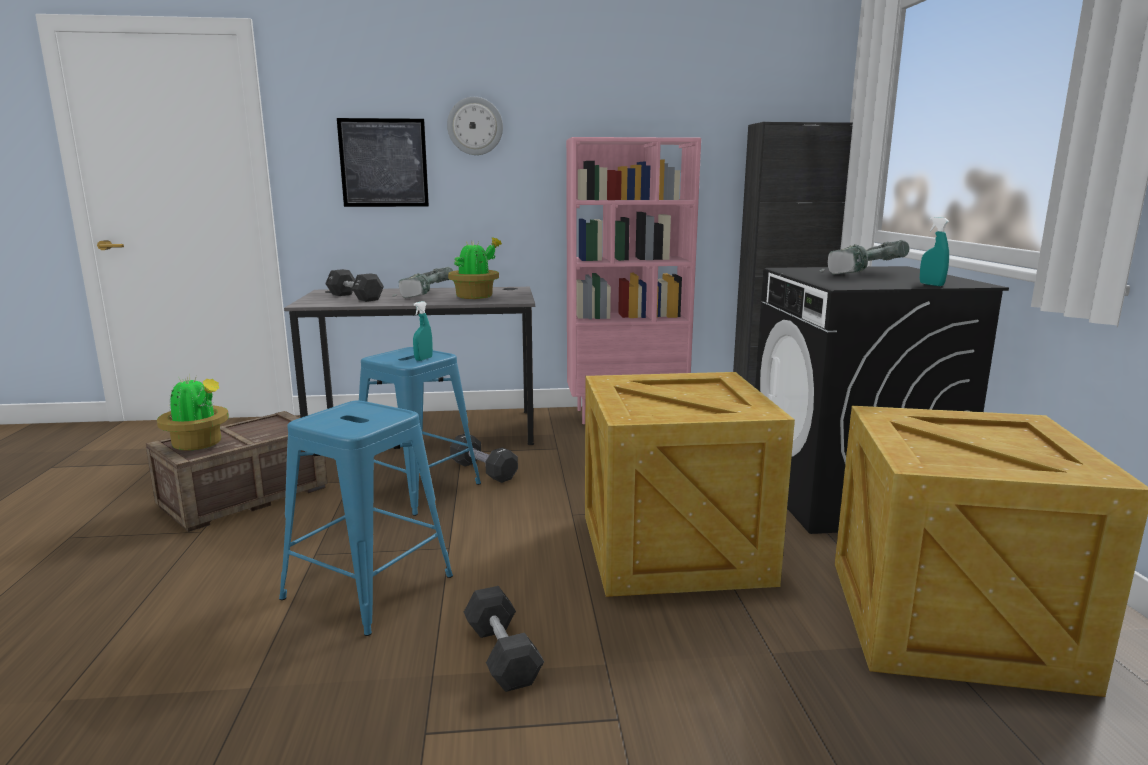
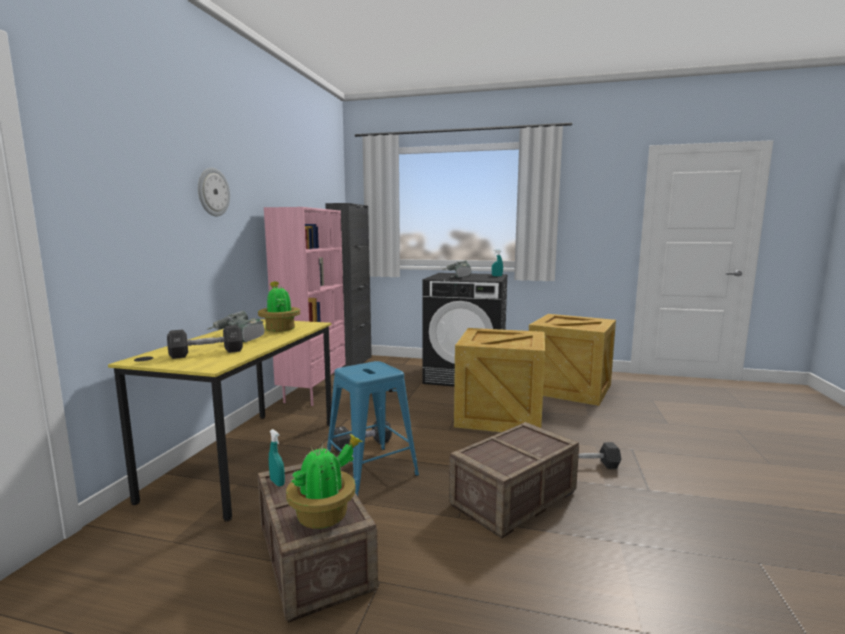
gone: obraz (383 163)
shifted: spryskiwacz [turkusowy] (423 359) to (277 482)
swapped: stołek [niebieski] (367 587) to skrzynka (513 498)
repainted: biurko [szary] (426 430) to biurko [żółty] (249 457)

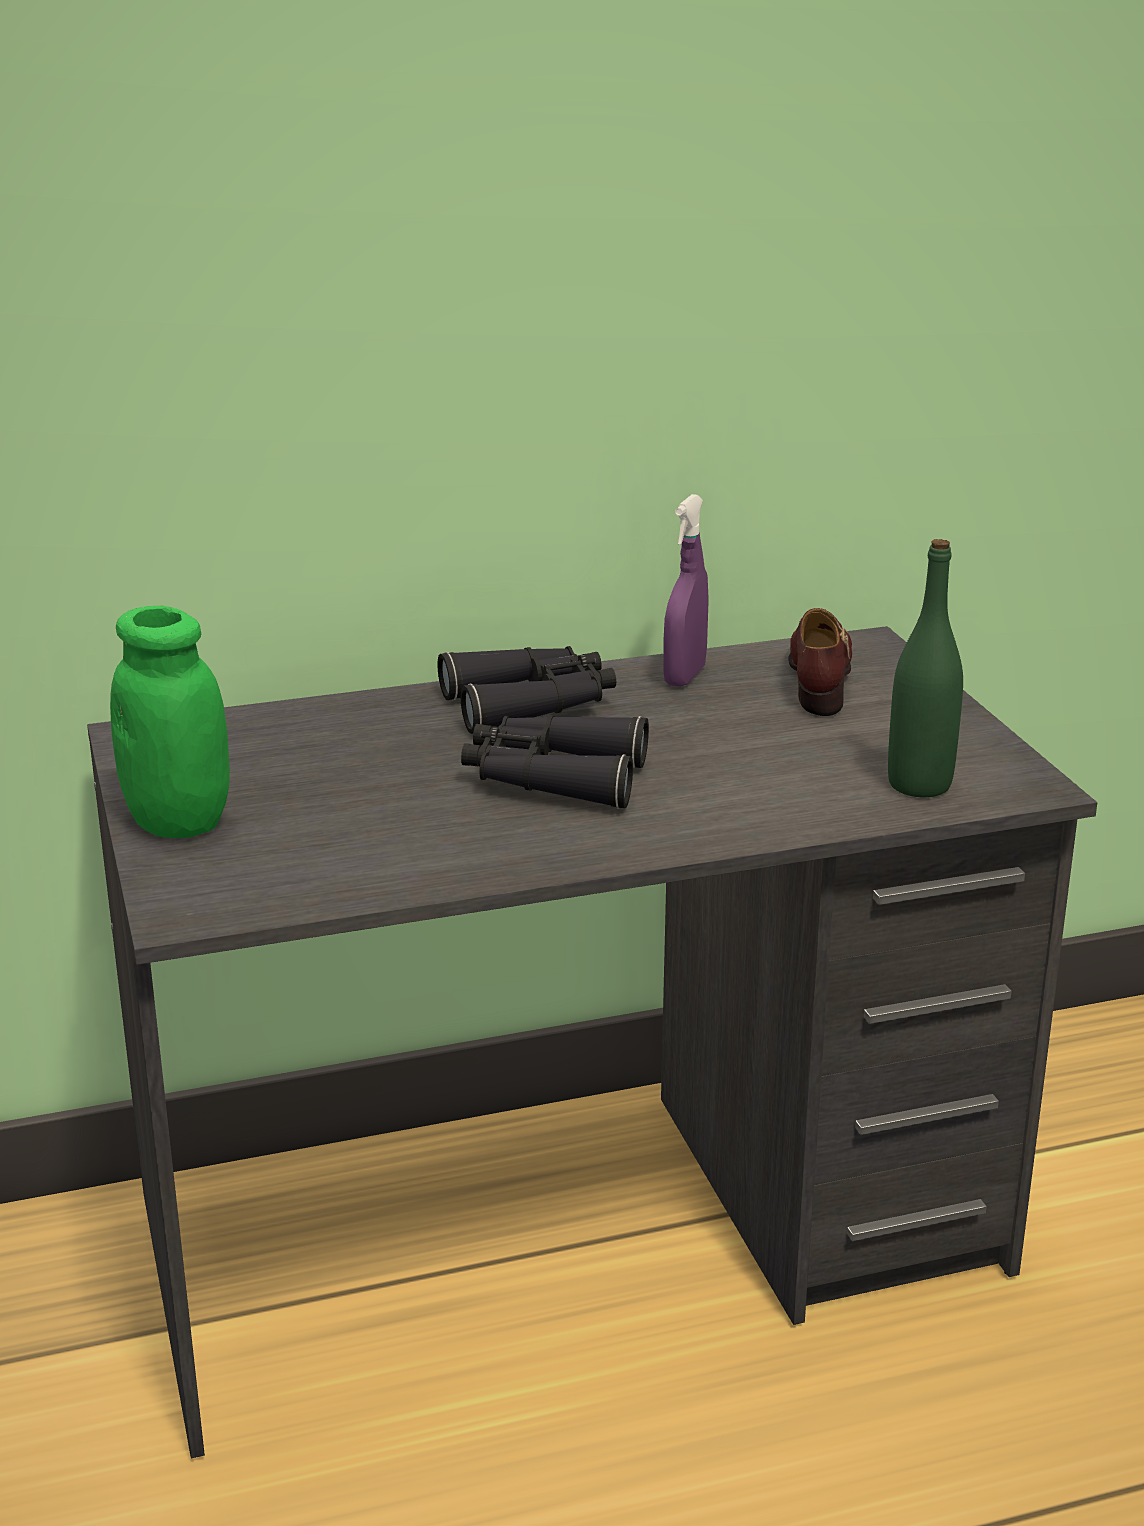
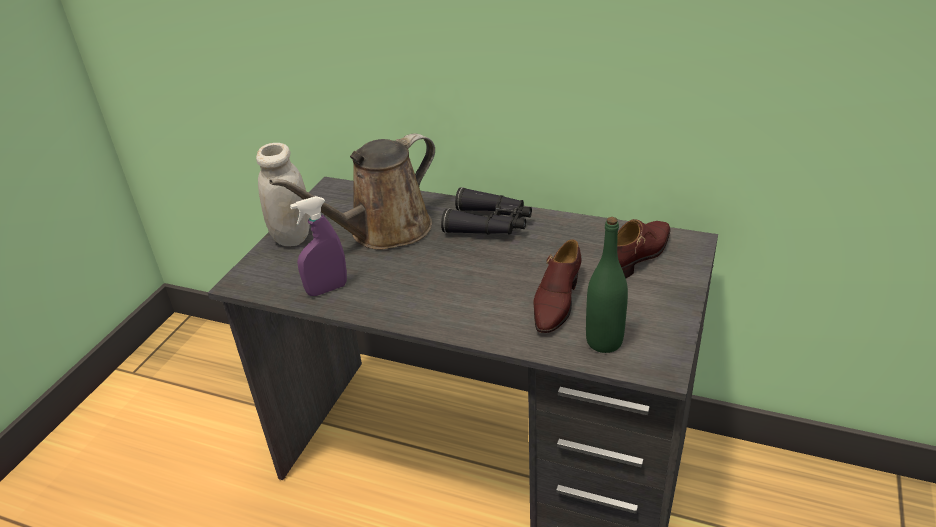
gone: lornetka [czarny] (552 778)
new: konewka [brązowy] (384 231); but [brązowy] (556 301)
shifted: spryskiwacz [fioletowy] (684 676) to (327 289)
repainted: słoik [zielony] (178 822) to słoik [biały] (292 236)

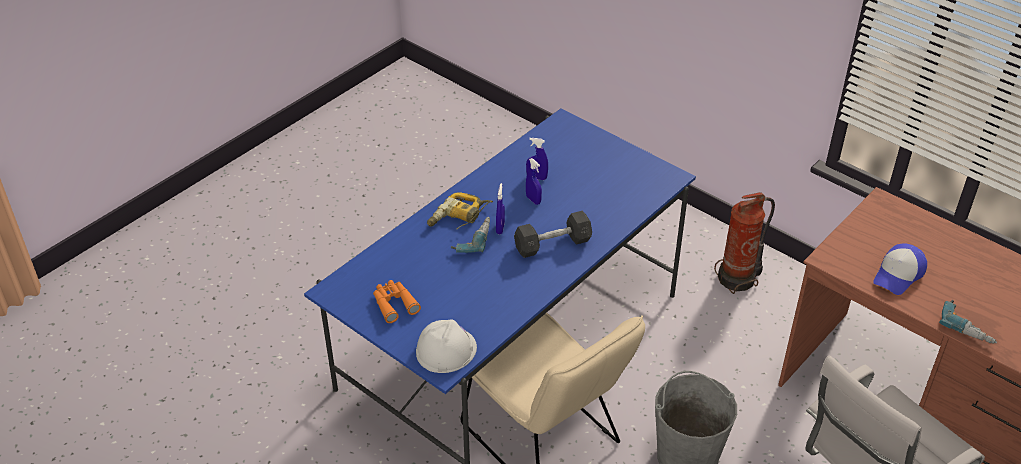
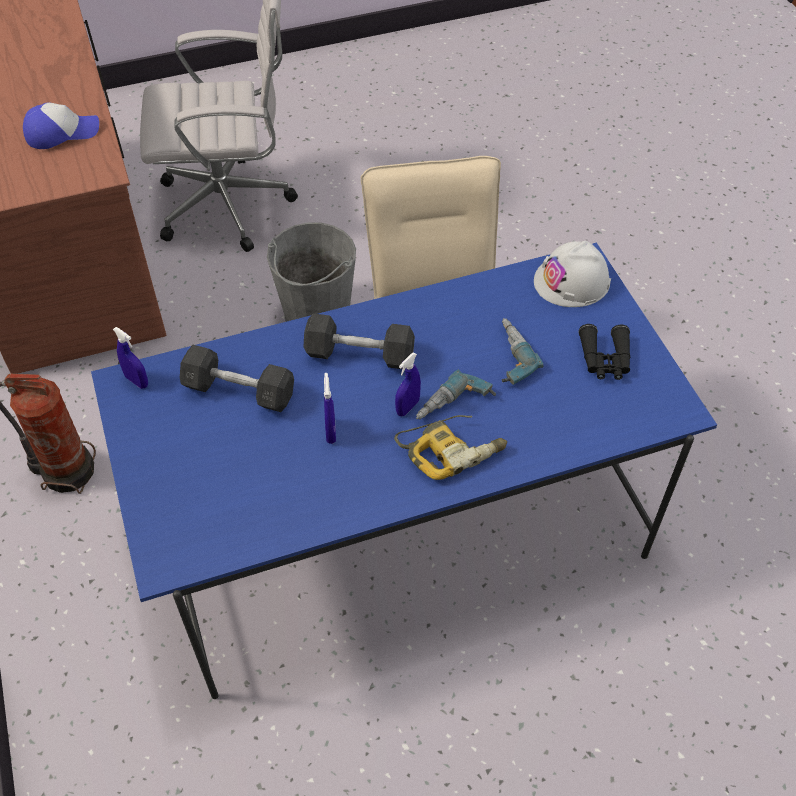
new: hantel [szary] (239 391)
shifted: spryskiwacz [niebieski] (536 178) to (137 381); wiertarka (968 327) to (507 356)
repainted: lornetka [pomarańczowy] (394 304) to lornetka [czarny] (605 359)

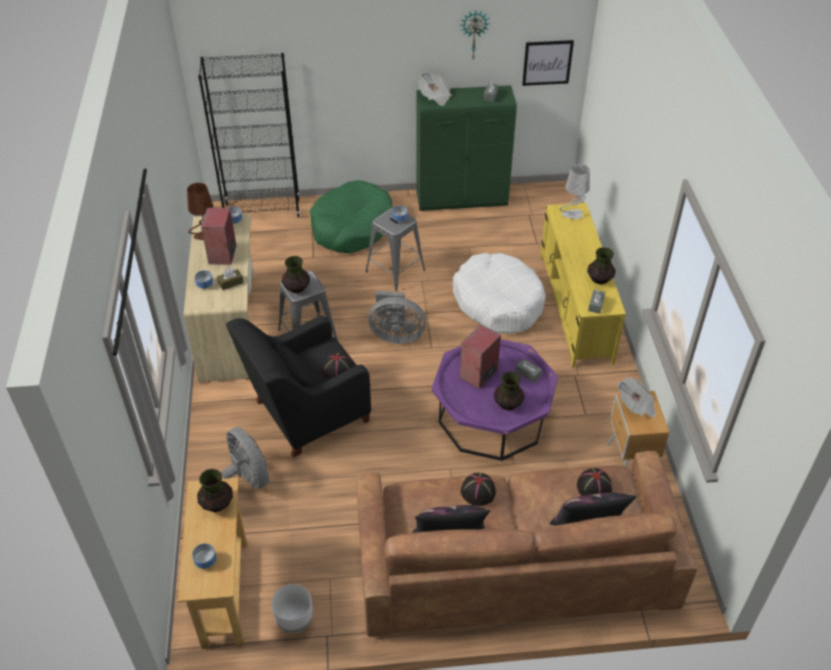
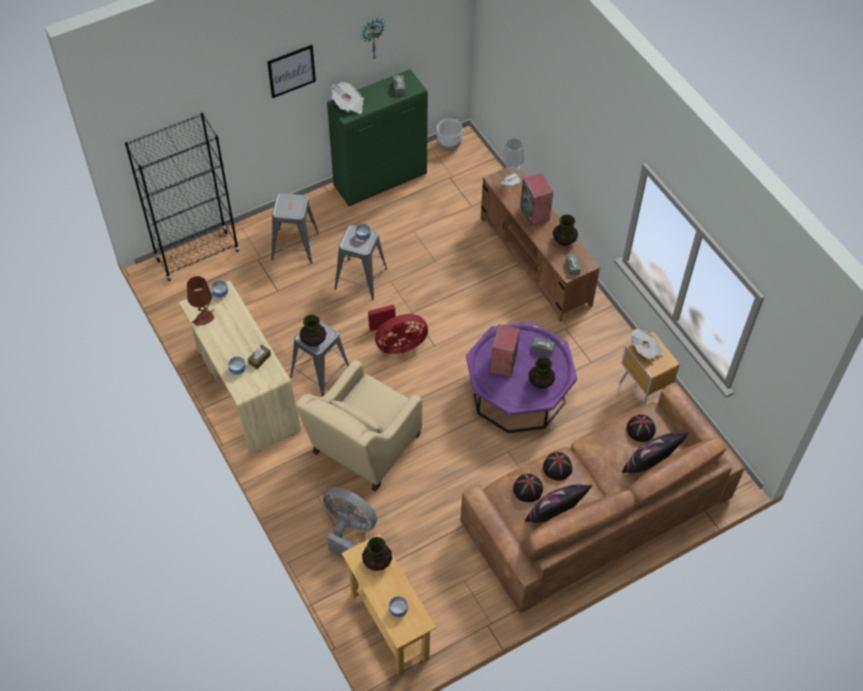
gone: legowisko [biały] (498 302)
shifted: głośnik (223 254) to (535 213); donica [biały] (294 621) to (449 146); kapelusz [czarny] (338 370) to (528 489); obraz (547 62) to (291 71)
swapped: legowisko [zielony] (352 227) to stołek [szary] (295 246)
repainted: fotel [czarny] (306 413) to fotel [beżowy] (363 448); wentylator [szary] (396 335) to wentylator [czerwony] (397 344); szafka pod telewizor [żółty] (575 307) to szafka pod telewizor [brązowy] (535 261)

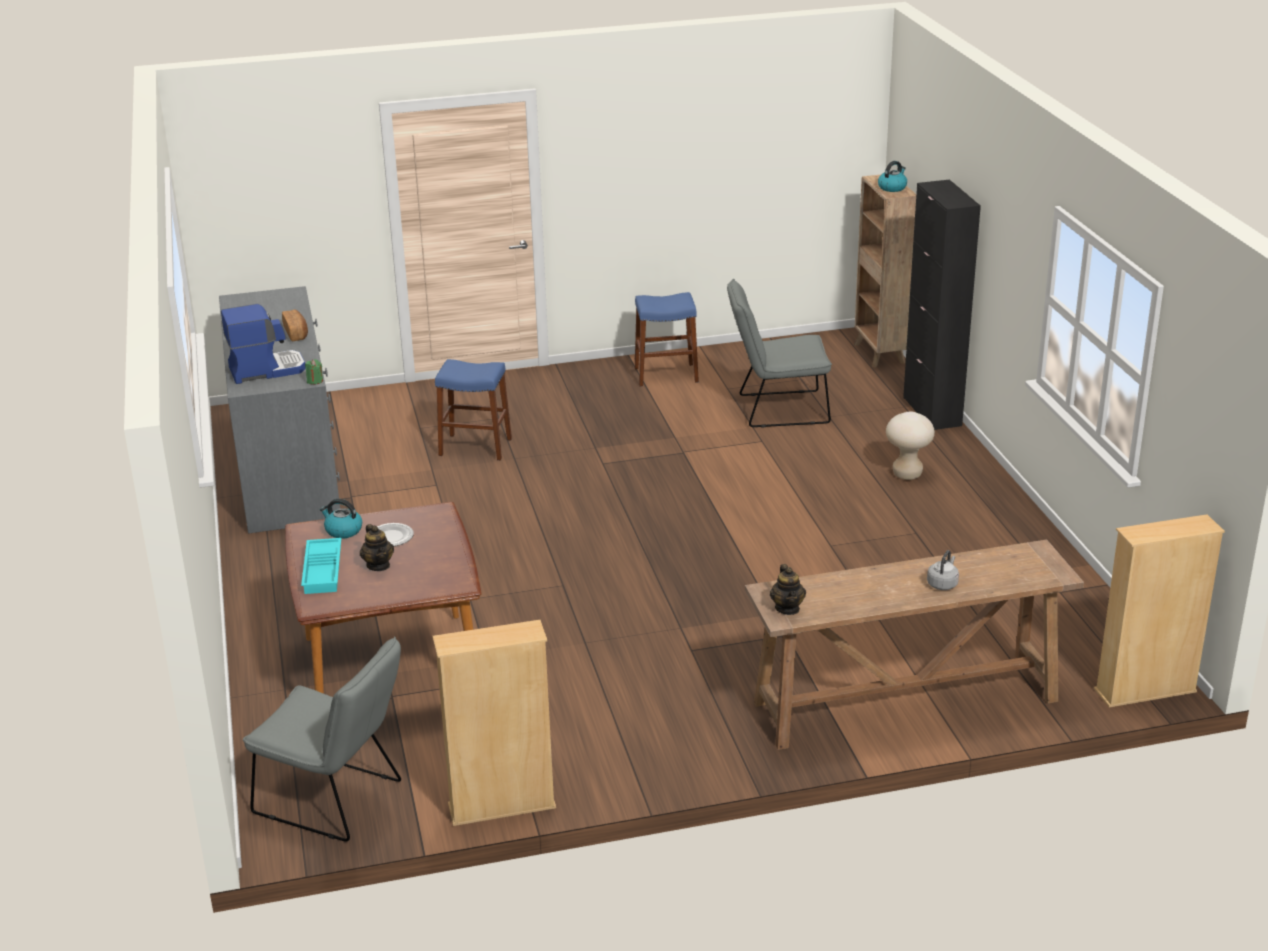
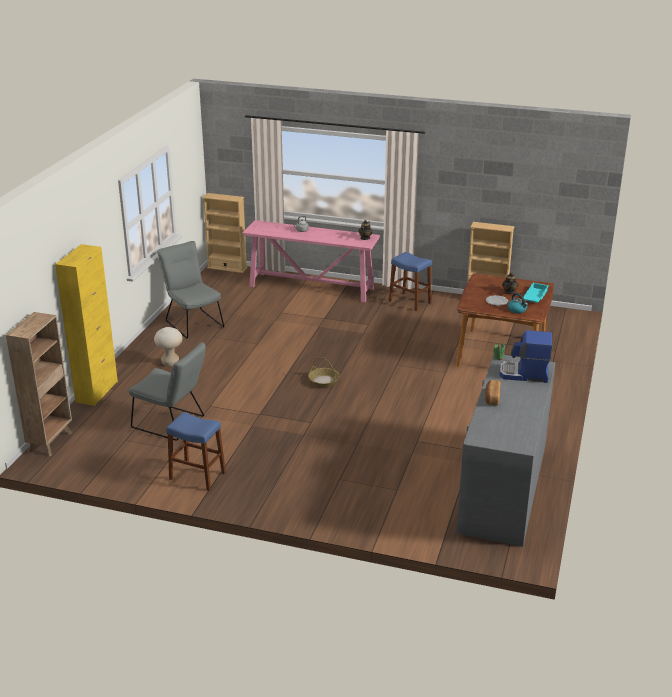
gone: czajnik (892 187)
new: koszyk (323 381)
shifted: krzesło [szary] (336 800) to (192 322); stołek [niebieski] (475 447) to (410 302)
repainted: stolik konsolowy [brązowy] (903 702) to stolik konsolowy [różowy] (312 287); szafka [czarny] (931 411) to szafka [żółty] (97 392)

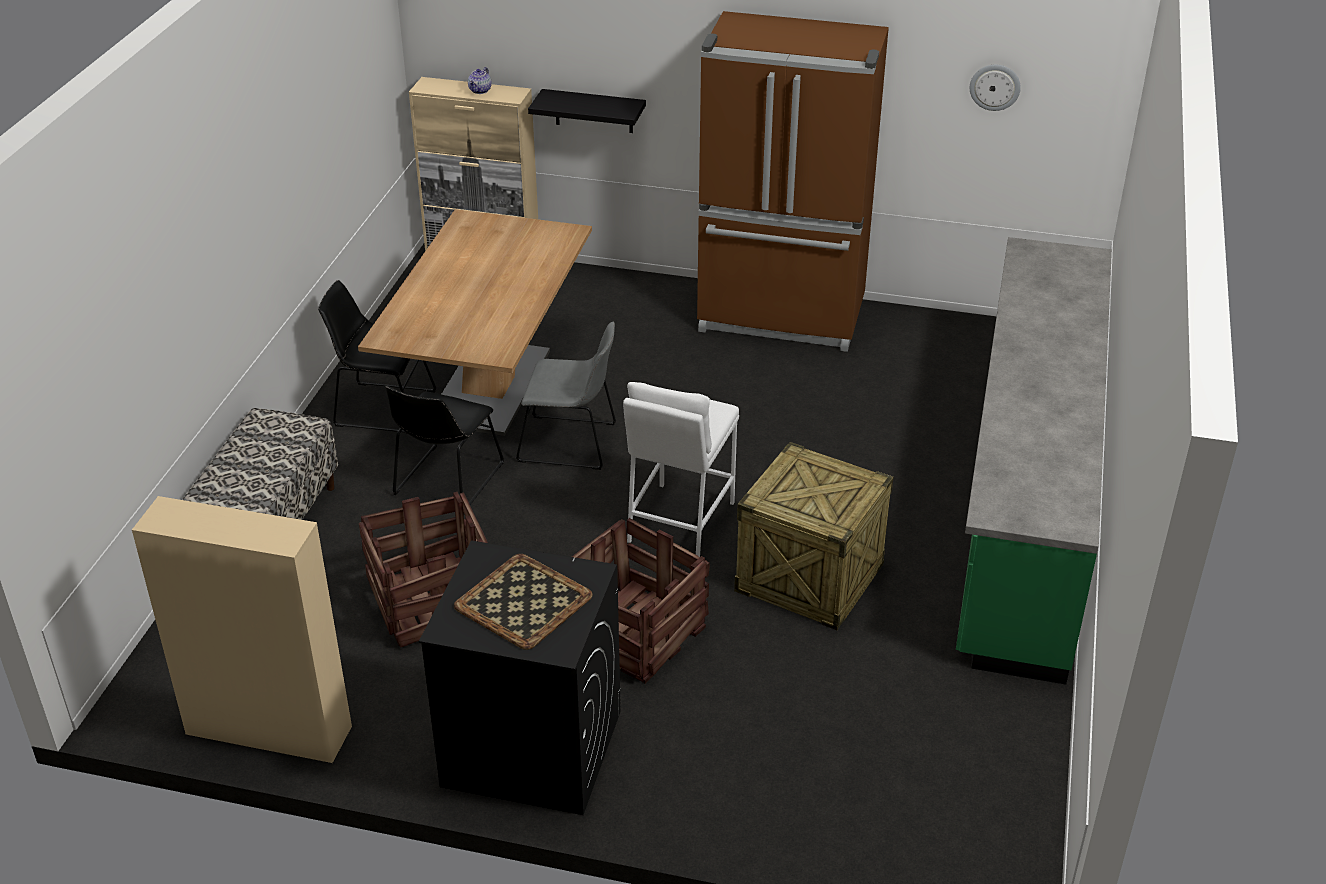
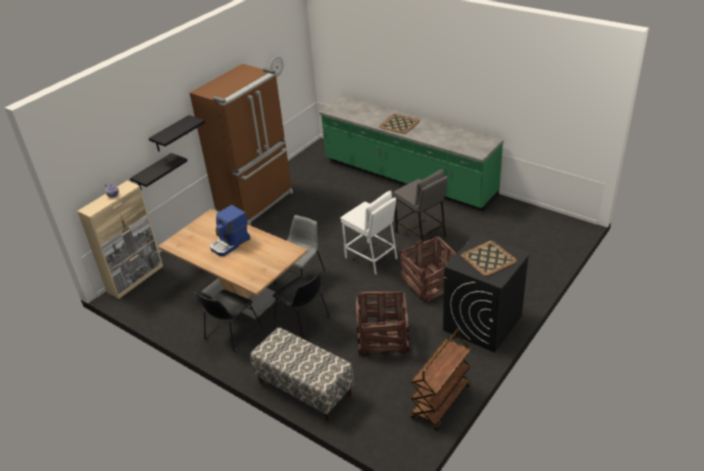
new: półka [czarny] (171 134); ekspres do kawy (230 244); taca (399 124)
swapped: szafka [beżowy] (268 730) to wózek [brązowy] (441 402); skrzynka (808 577) to stołek [szary] (420 234)

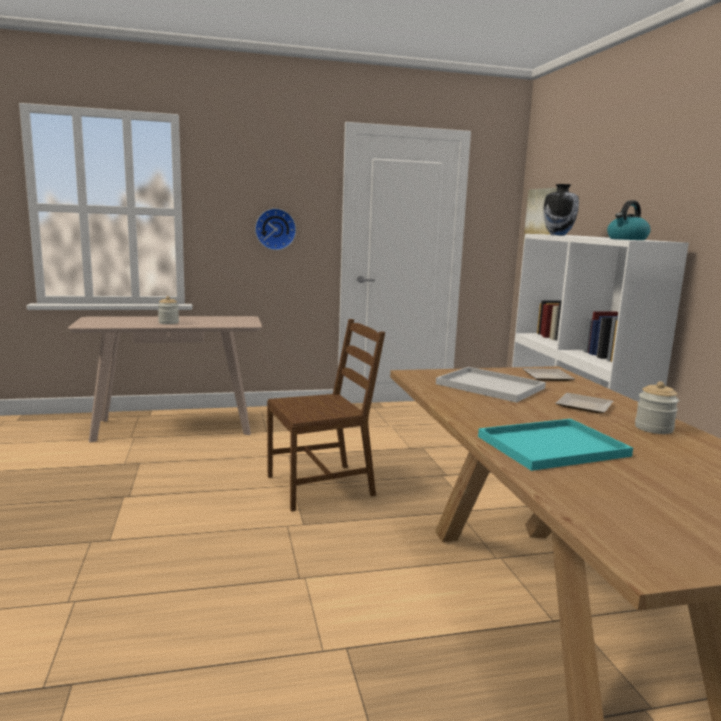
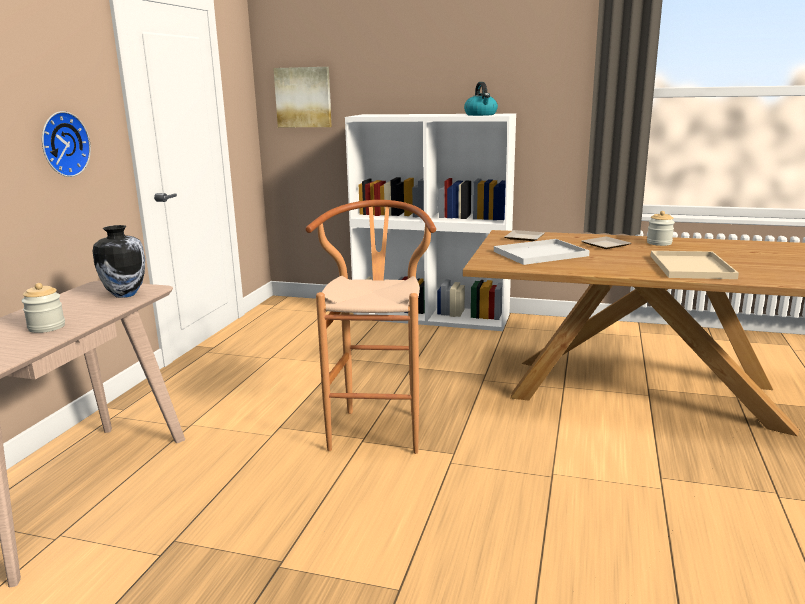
shifted: wazon (558 235) to (125 294)
swapped: krzesło [brązowy] (321 486) to stołek [brązowy] (378 426)
repainted: taca [turkusowy] (551 447) to taca [beżowy] (692 267)

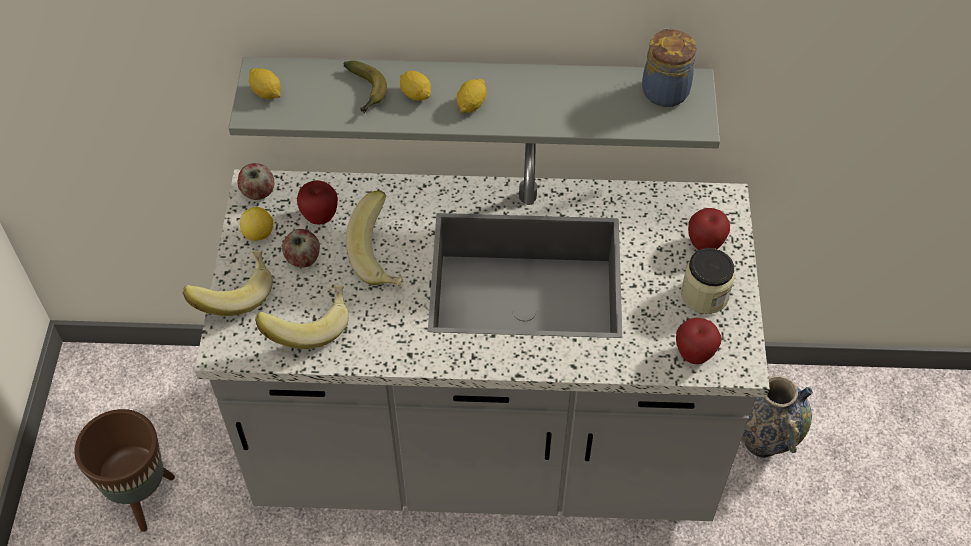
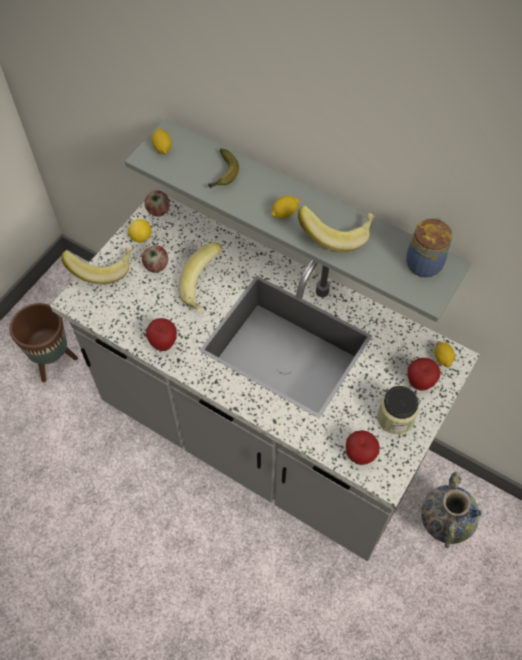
shifted: banan (308 325) to (336 234); jabłko (320 217) to (163 343); cytryna (415 94) to (442 358)

